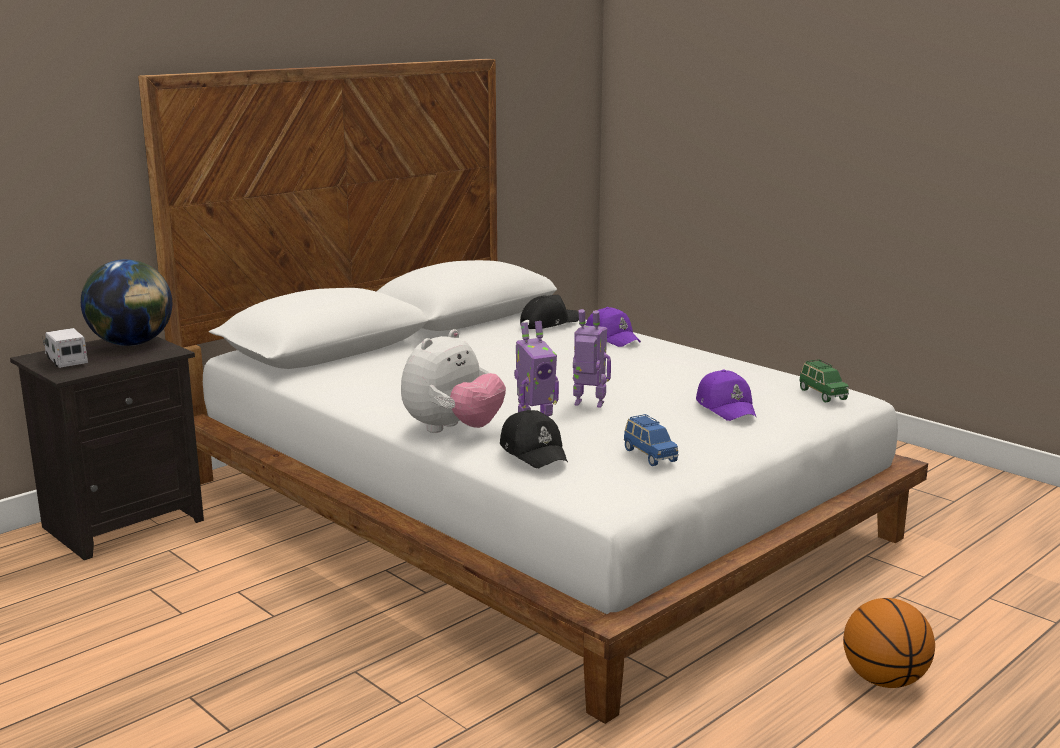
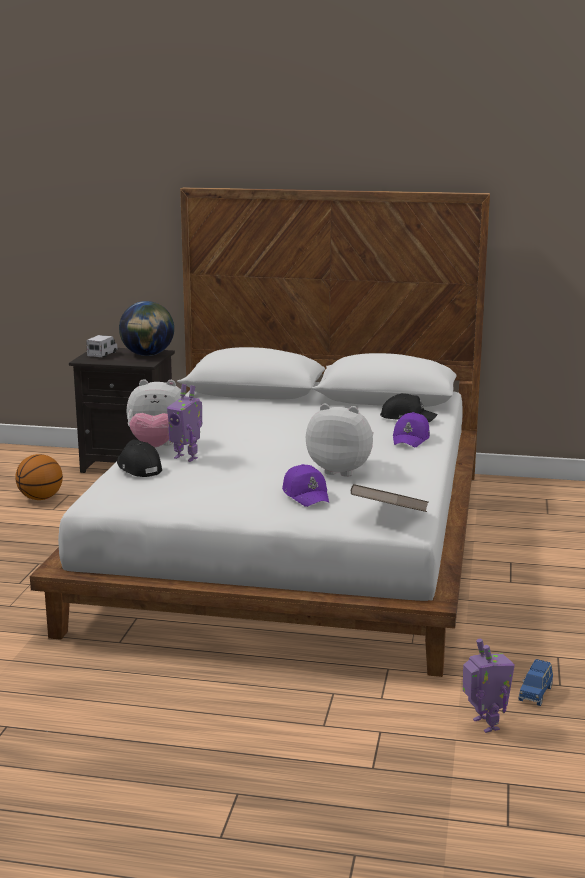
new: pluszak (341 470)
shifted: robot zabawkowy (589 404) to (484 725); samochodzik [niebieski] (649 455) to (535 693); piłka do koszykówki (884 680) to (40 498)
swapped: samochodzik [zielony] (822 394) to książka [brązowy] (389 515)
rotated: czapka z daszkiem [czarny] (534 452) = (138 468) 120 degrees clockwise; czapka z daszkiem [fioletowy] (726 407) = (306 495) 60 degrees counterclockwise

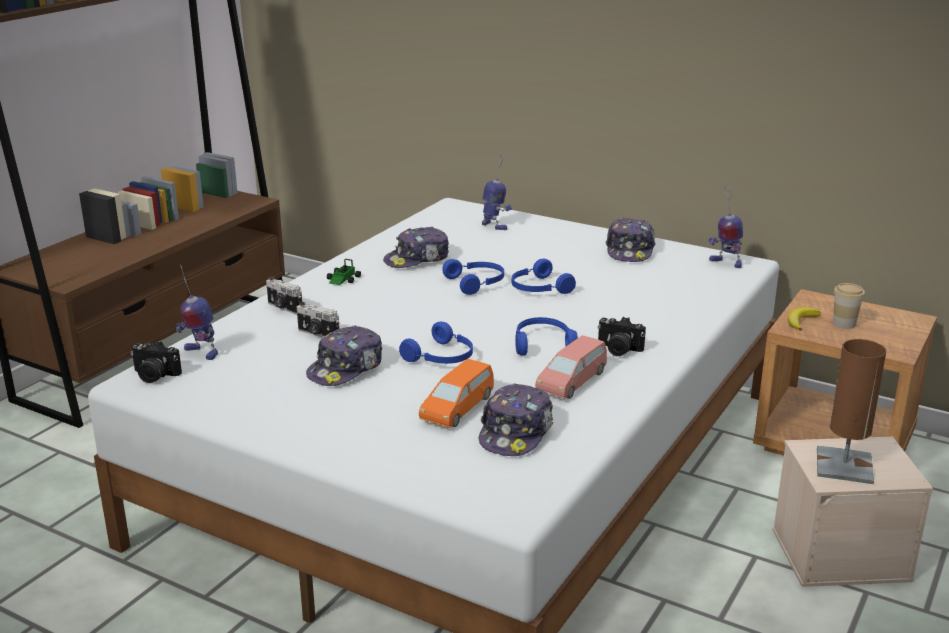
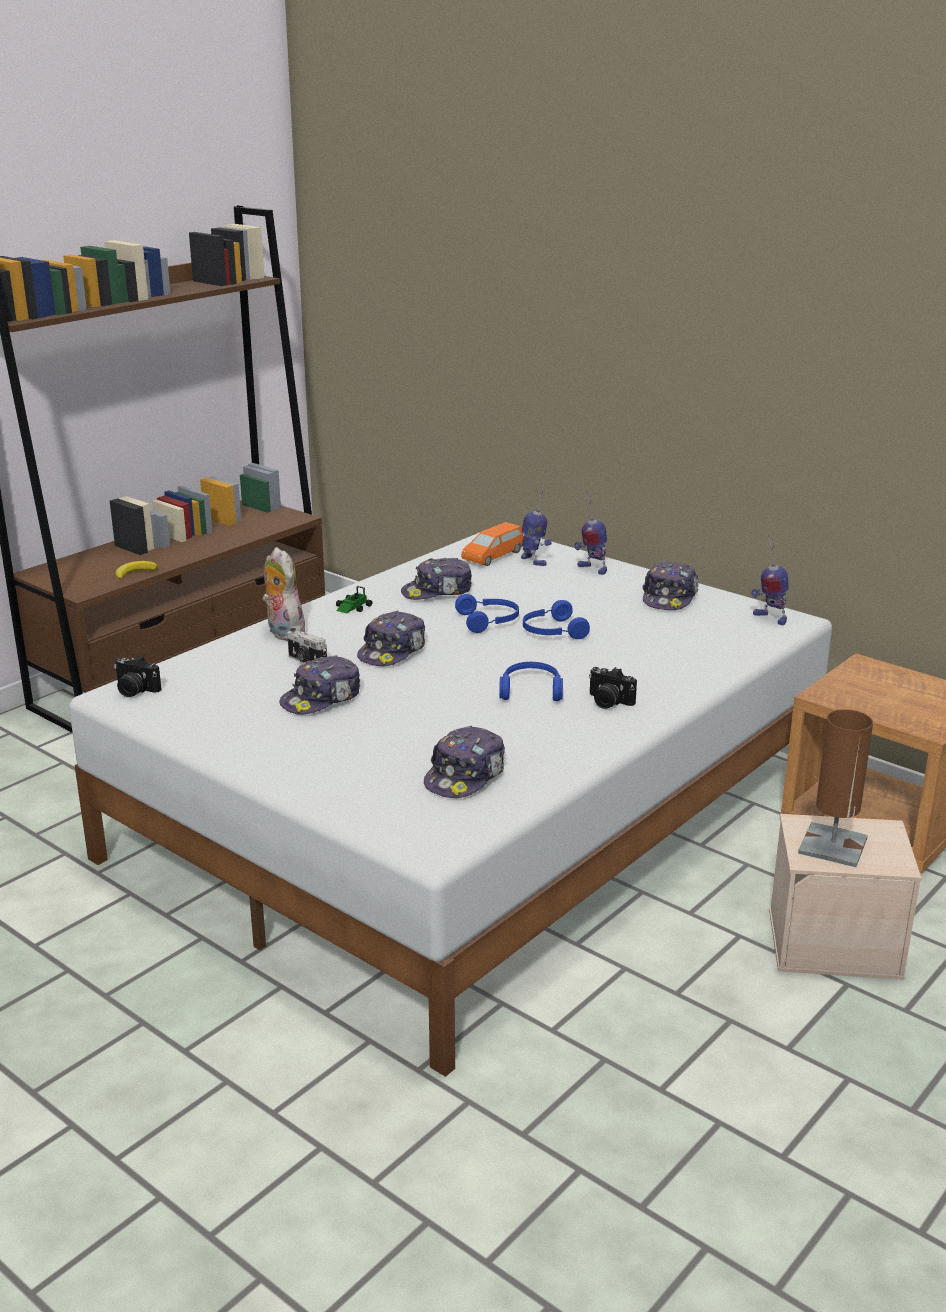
gone: słuchawki [niebieski] (442 357); samochodzik [różowy] (572 381); filiżanka (844 323)
new: czapka z daszkiem (393 651)
shifted: robot zabawkowy (200 352) to (592 569); samochodzik [pomarańczowy] (458 408) to (493 556); banan (801 321) to (134 573)
swapped: aparat fotograficzny (284 308) to pluszak (282 633)

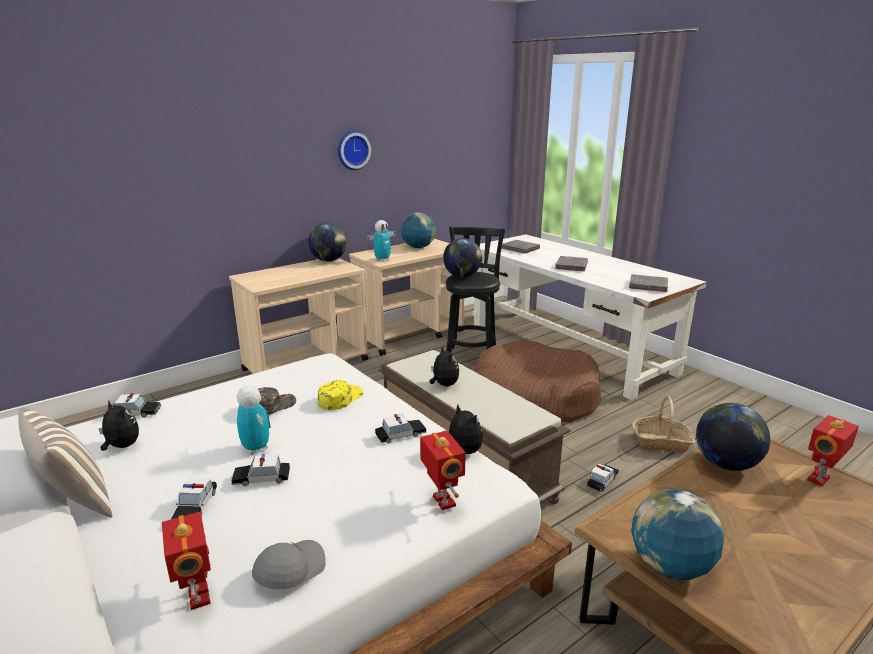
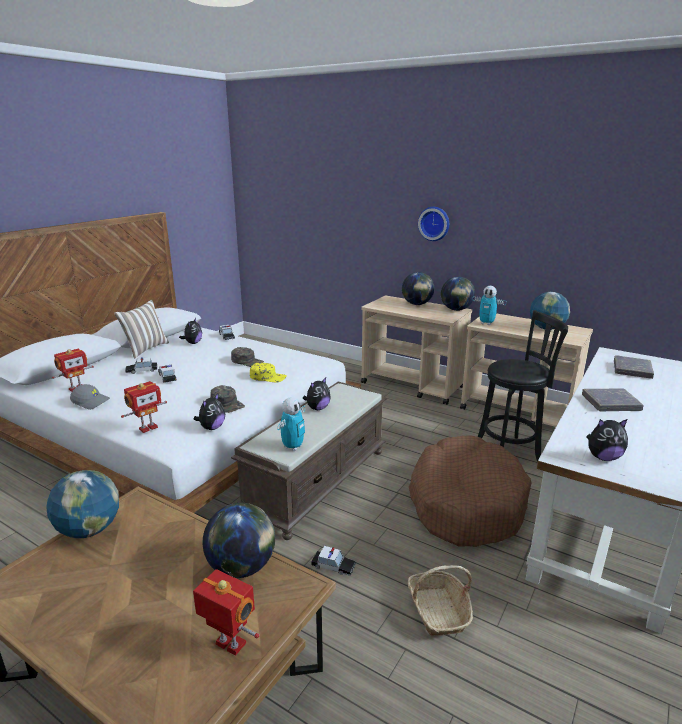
shifted: robot zabawkowy (256 448) to (293 447); zegar ścienny (352 150) to (434 223); globus (462 276) to (417 304)
swapped: samochodzik (401 435) to czapka z daszkiem [zielony] (227 404); książka [szary] (648 286) to pluszak (603 457)

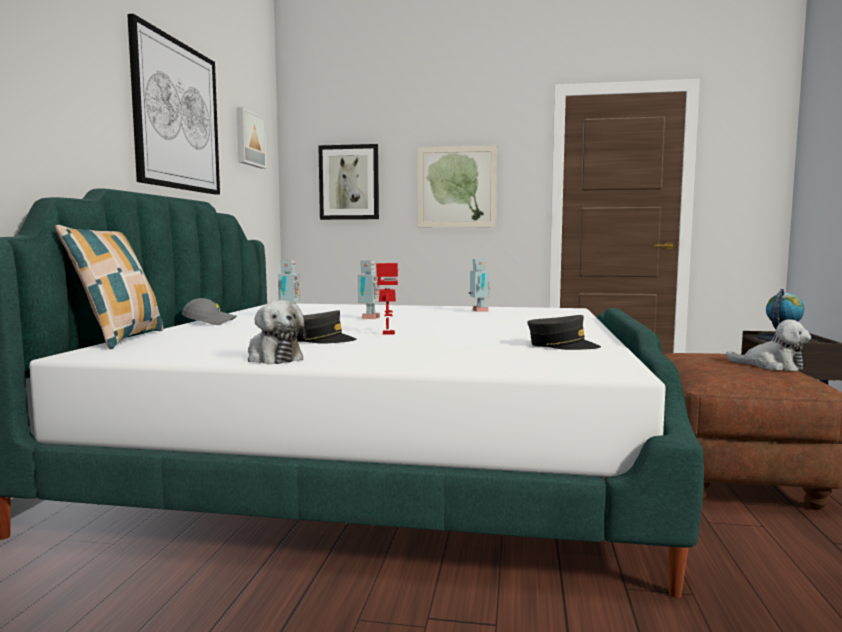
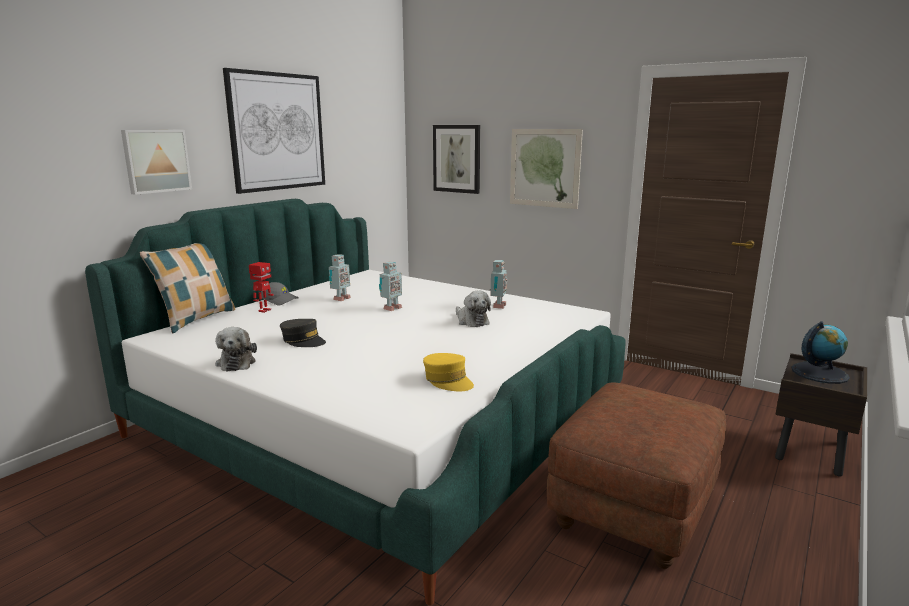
shifted: obraz (249 139) to (156 161); robot zabawkowy (387 333) to (264 310); pluszak (771 366) to (471 321)
repainted: czapka z daszkiem [szary] (562 346) to czapka z daszkiem [żółty] (448 380)

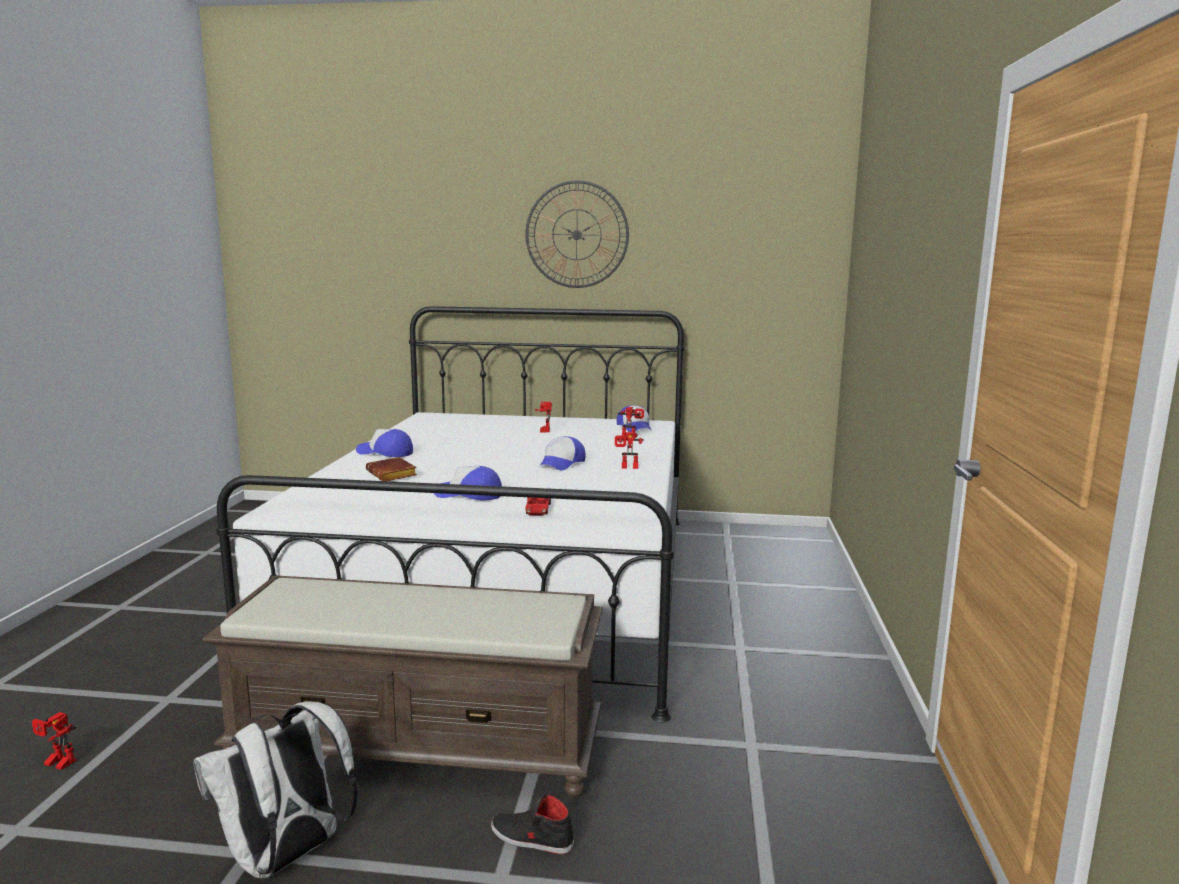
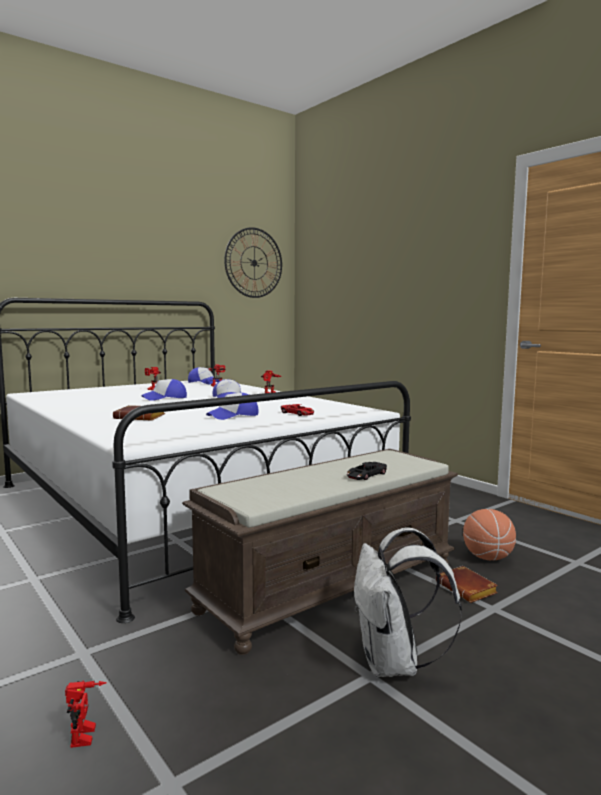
new: samochodzik [czarny] (366 475); piłka do koszykówki (487 557)
shifted: czapka z daszkiem (385 453) to (165 398); zegar ścienny (576 234) to (254 263)
swapped: but [czarny] (531 839) to książka [brązowy] (468 589)
rotated: robot zabawkowy (55 764) = (87 737) 75 degrees counterclockwise

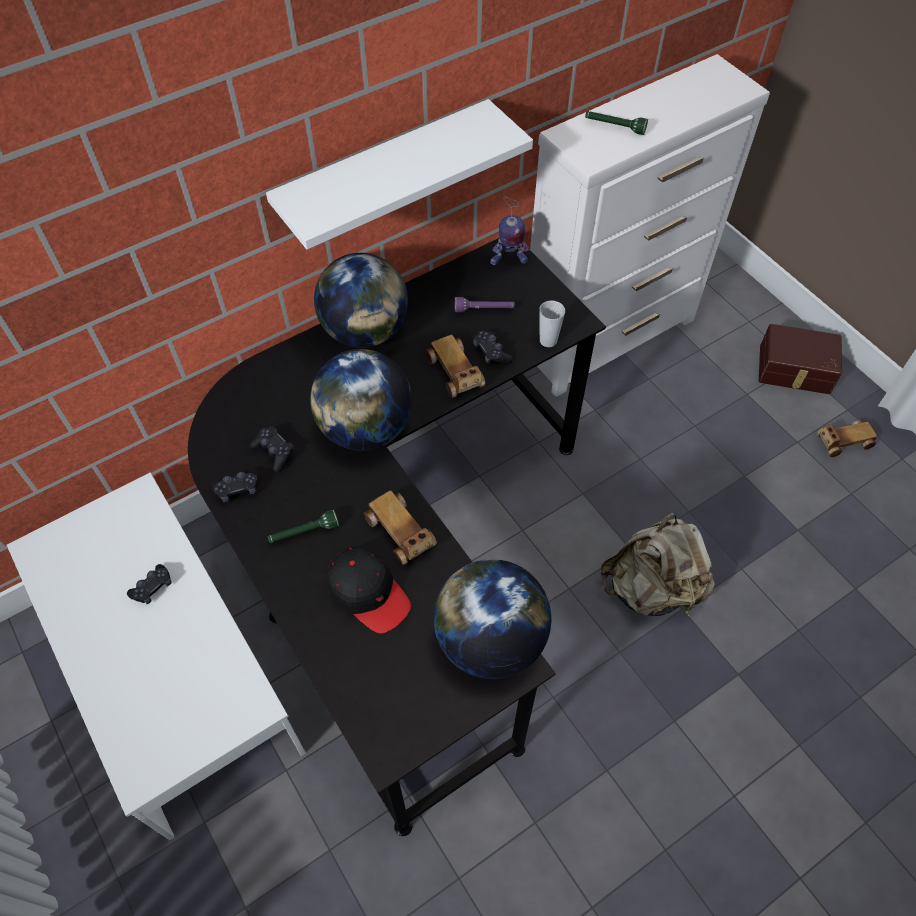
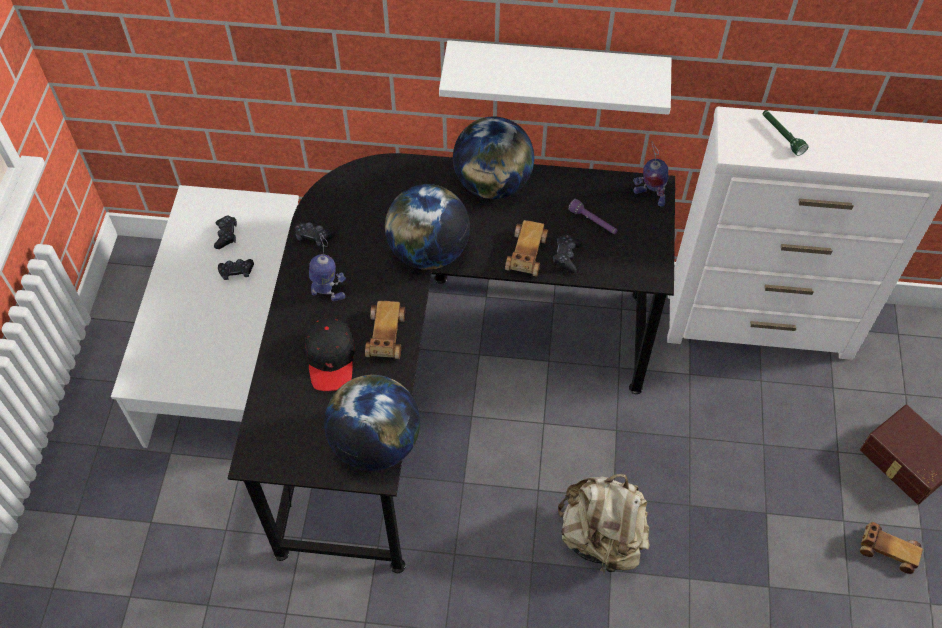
gone: filiżanka (548 340)
shifted: pad do gier [czarny] (274 452) to (226 235)
swapped: latarka [zielony] (304 532) to robot zabawkowy (327 293)

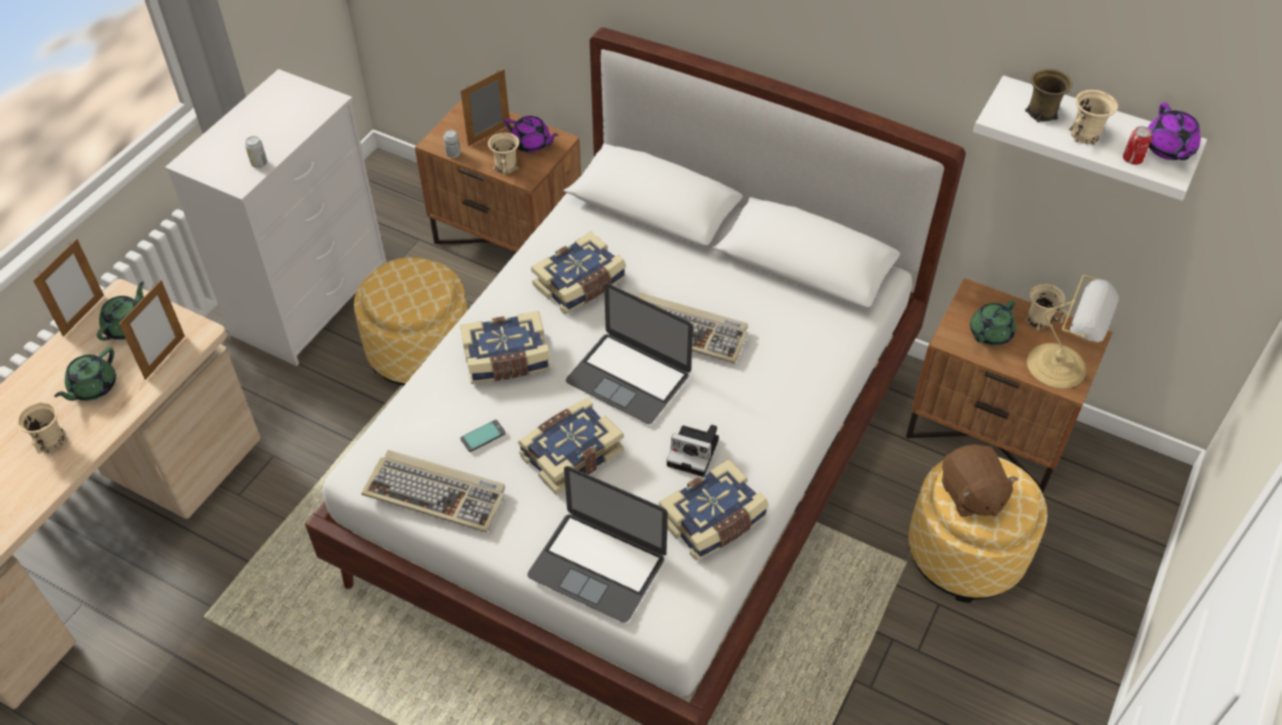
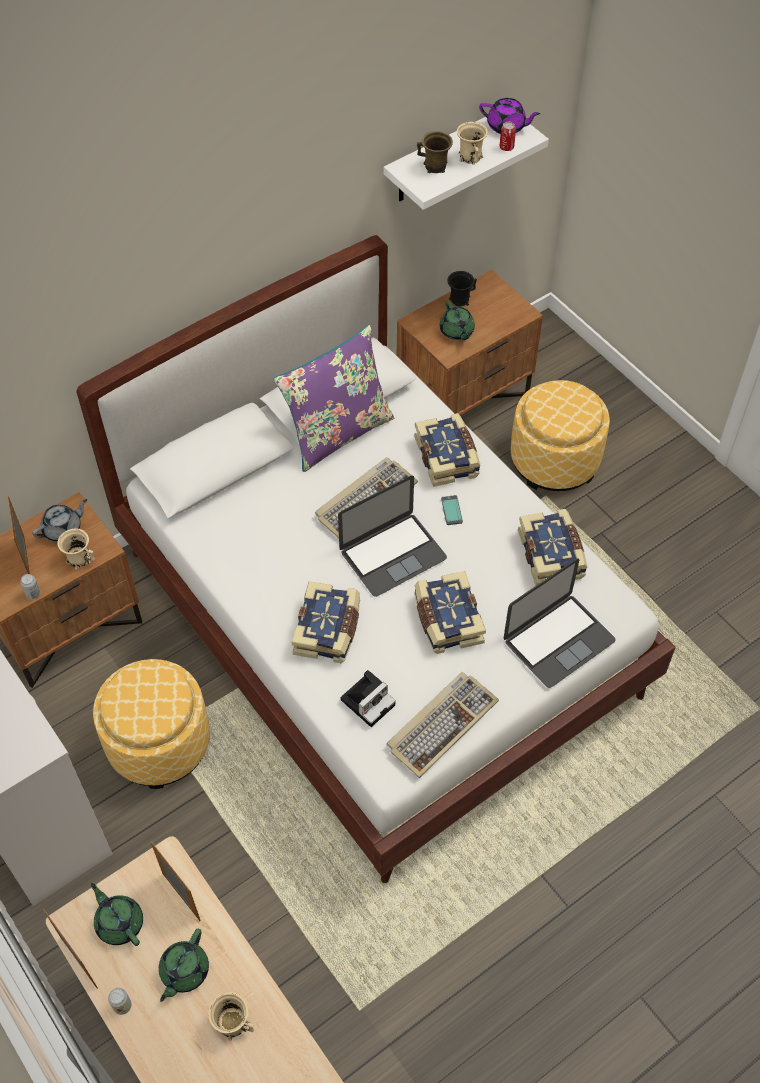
gone: pluszak [brązowy] (971 495); lampa stołowa (1060 366)
new: poduszka [fioletowy] (337 432)
shifted: puszka (259 164) to (122 1005); telefon (483 436) to (451 510); książka (580 285) to (448 457); aparat fotograficzny (695 452) to (368 700)
repainted: imbryk [fioletowy] (531 144) to imbryk [szary] (63 529); kubek [beżowy] (1039 319) to kubek [czarny] (459 299)
rotated: imbryk [zielony] (93 387) = (184 971) 60 degrees clockwise

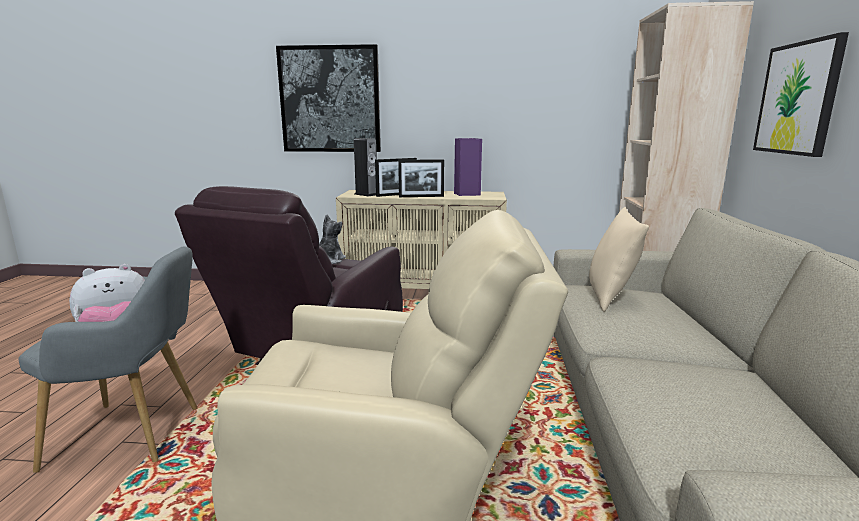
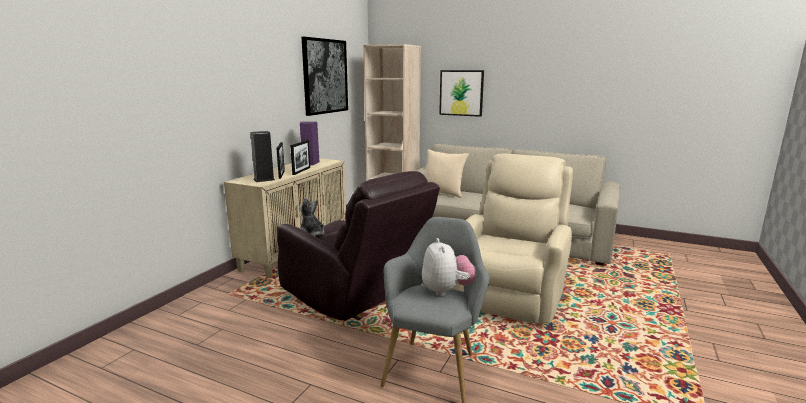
shifted: obraz (330 100) to (325 76)

